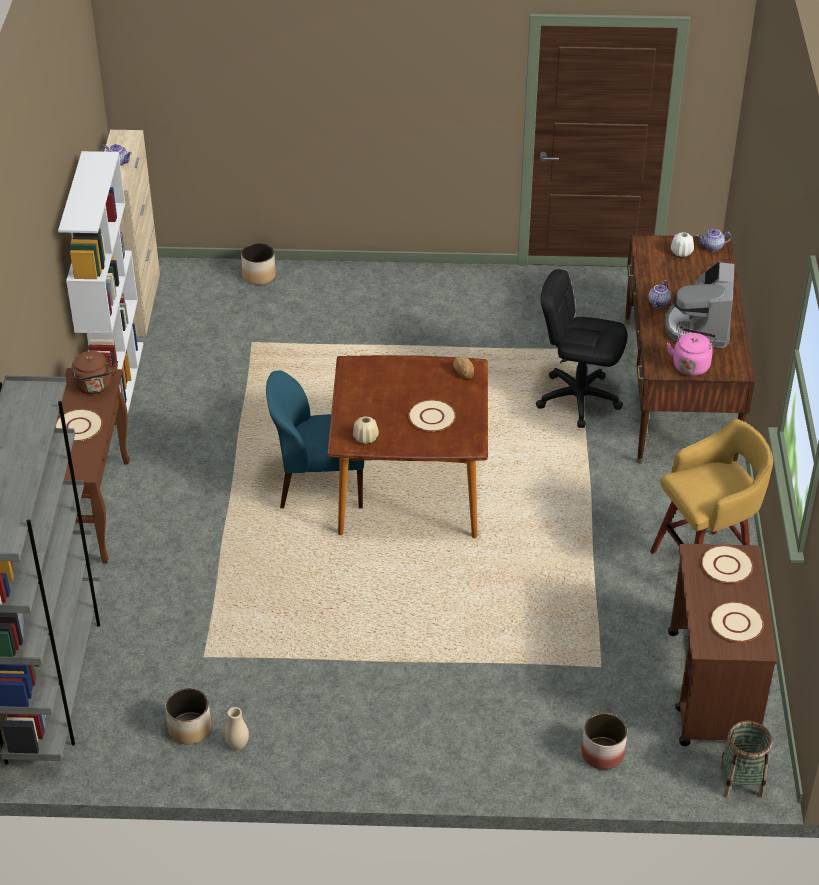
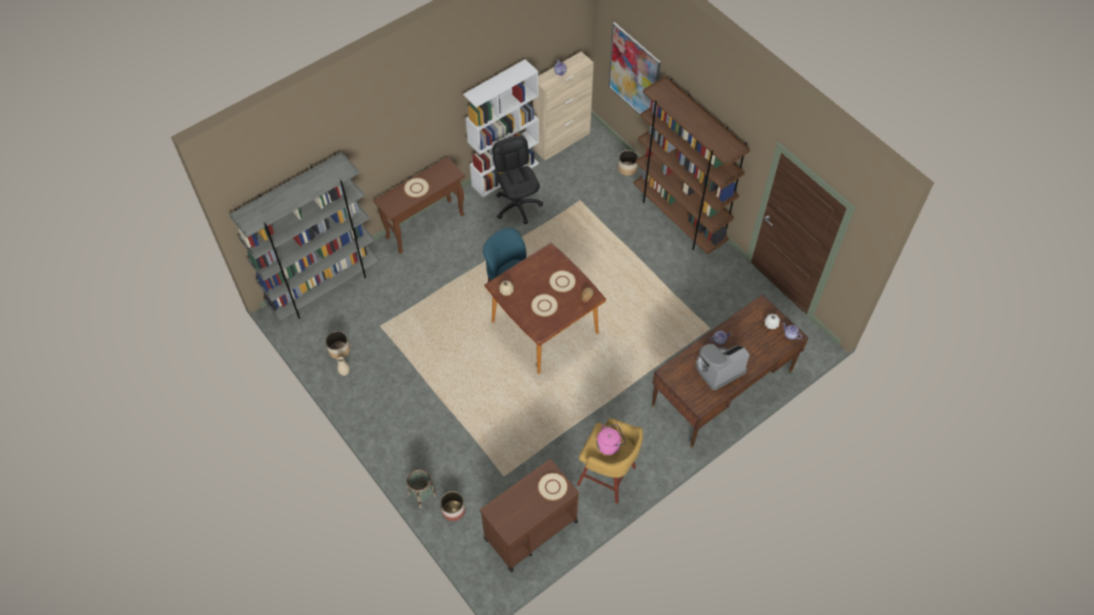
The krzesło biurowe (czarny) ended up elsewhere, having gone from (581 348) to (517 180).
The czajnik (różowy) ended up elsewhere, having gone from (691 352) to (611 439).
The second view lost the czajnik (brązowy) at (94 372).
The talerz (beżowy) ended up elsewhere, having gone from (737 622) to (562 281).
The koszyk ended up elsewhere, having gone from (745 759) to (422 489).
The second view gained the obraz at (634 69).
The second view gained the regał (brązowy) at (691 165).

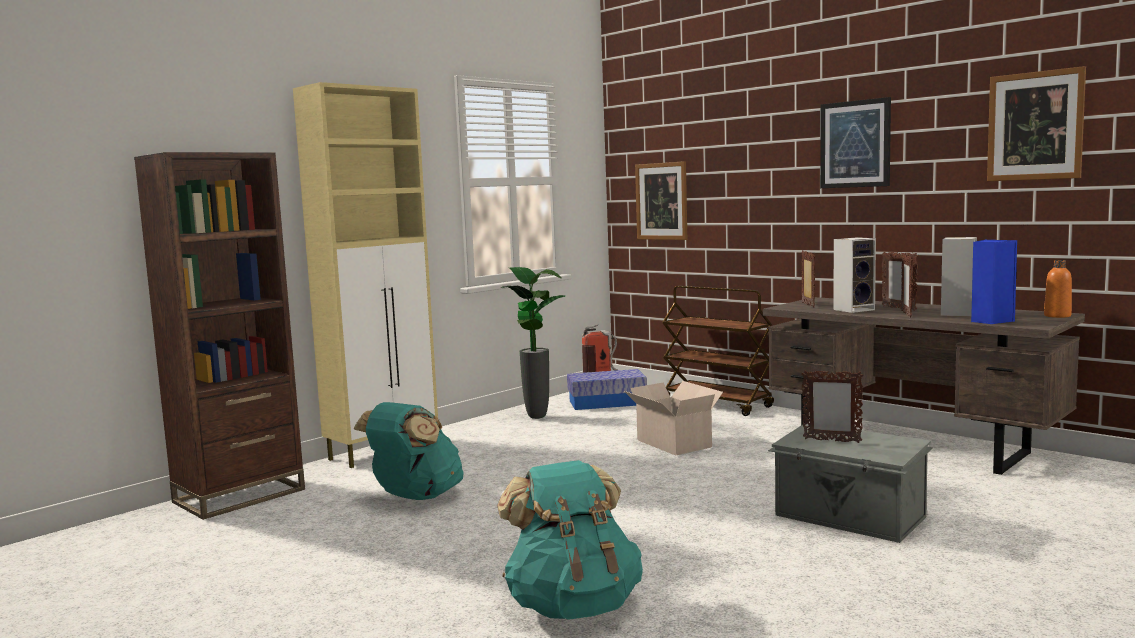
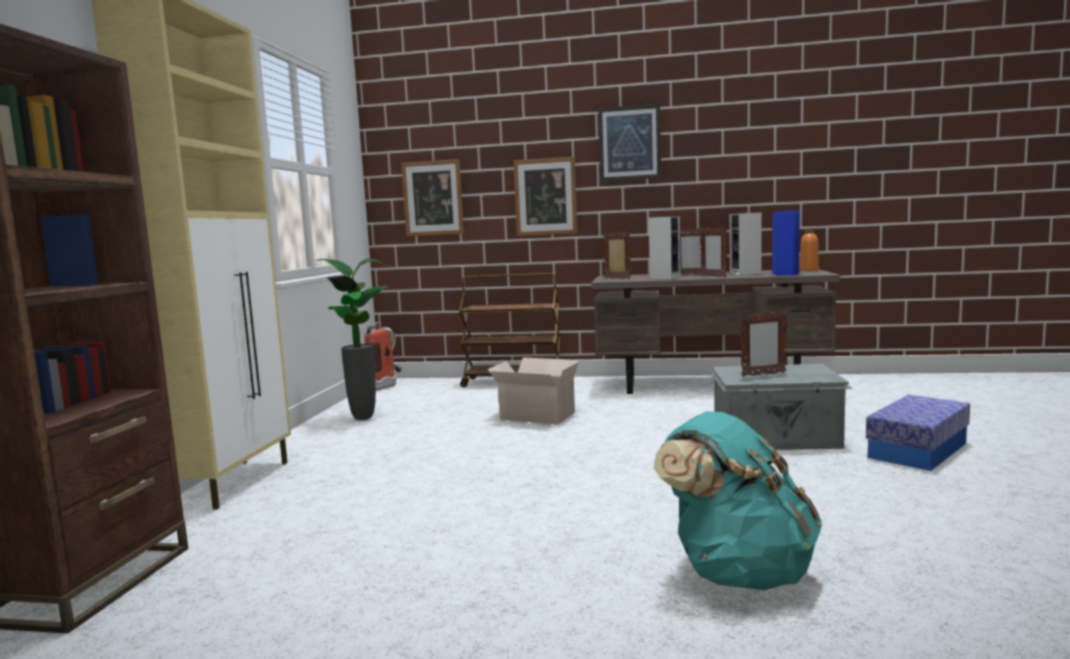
The obraz ended up elsewhere, having gone from (1036 123) to (545 196).
The pojemnik do przechowywania ended up elsewhere, having gone from (607 389) to (918 433).
The second view lost the plecak (turkusowy) at (409 451).

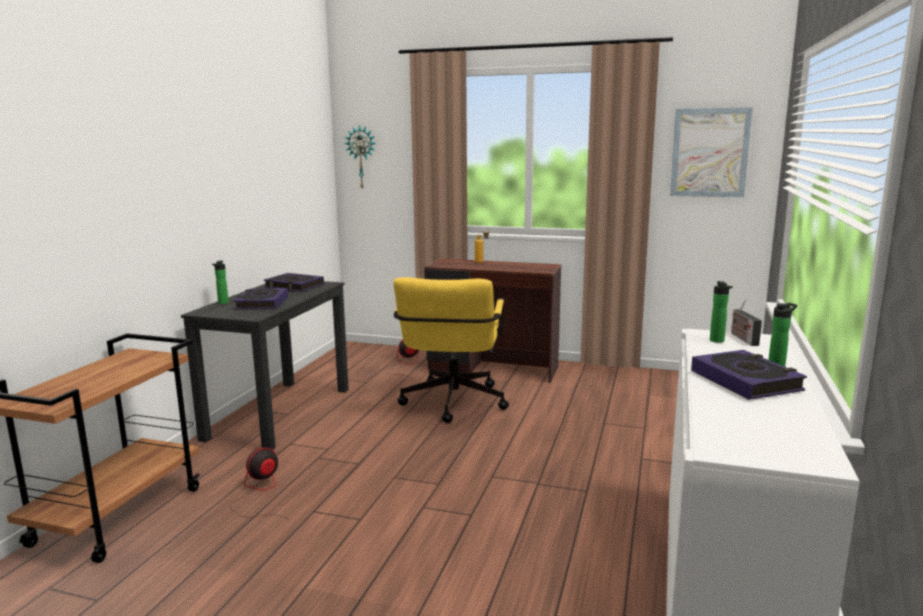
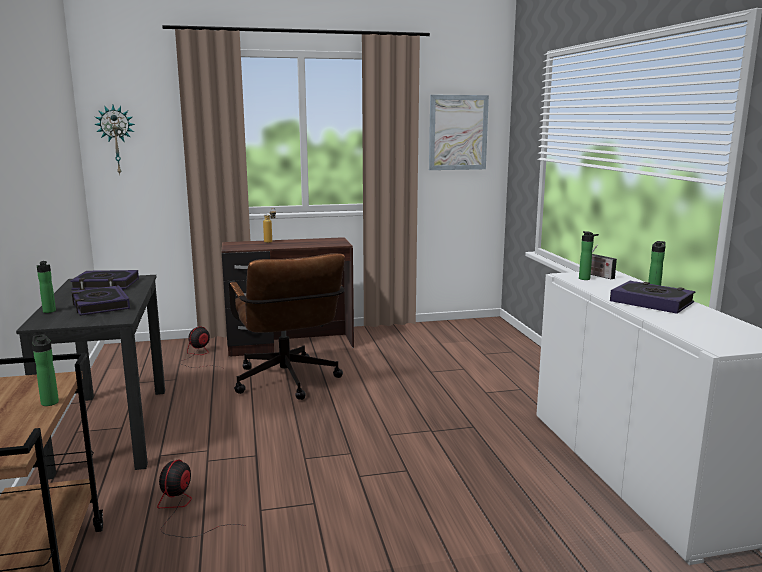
What was the krzesło biurowe (żółty) at (451 350) turned into the krzesło biurowe (brązowy) at (287 326).
The second view gained the butelka at (45 370).

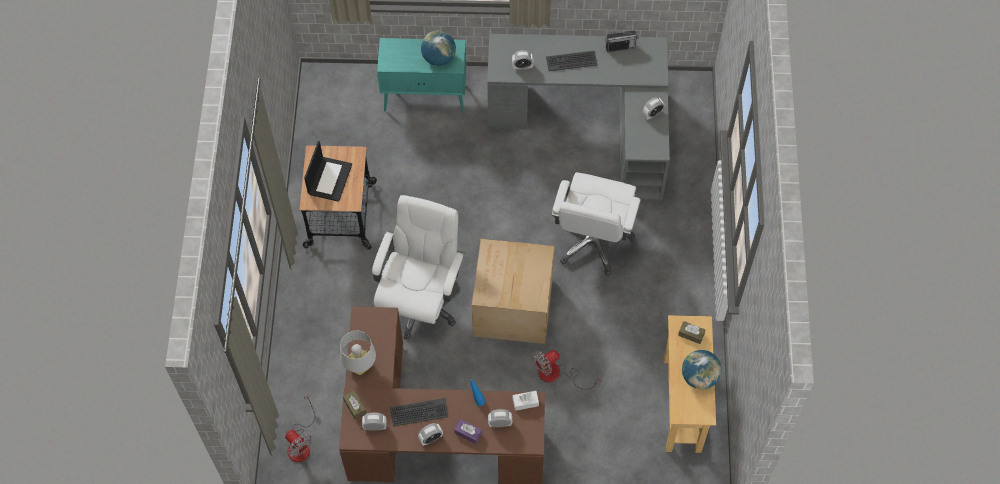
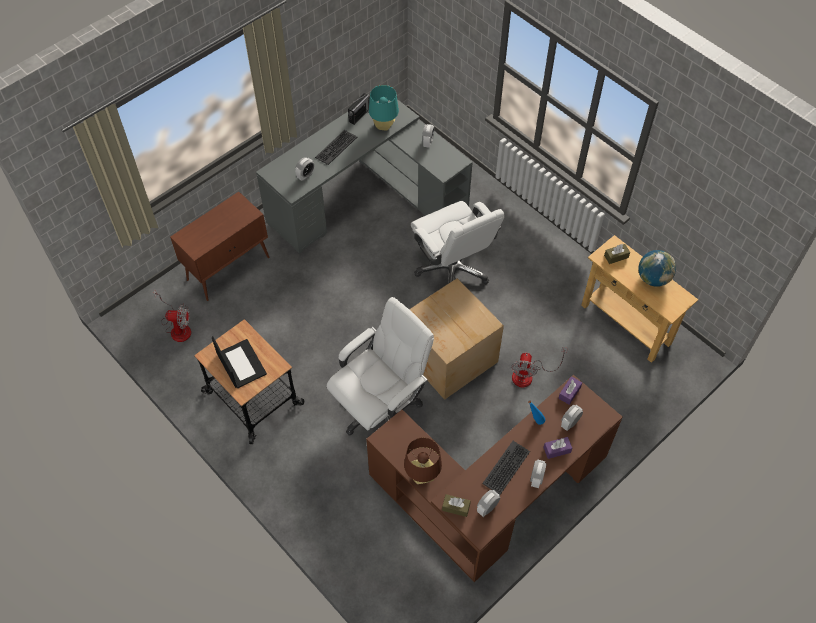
The second view lost the globus at (438 48).
What was the szafka (turkusowy) at (421 75) turned into the szafka (brązowy) at (220 246).
The krzesło biurowe (biały) at (418 267) ended up facing another way, 75 degrees clockwise from before.
What was the lampa stołowa (szary) at (358 352) turned into the lampa stołowa (brązowy) at (423 460).
What was the pudełko chusteczek (biały) at (526 401) turned into the pudełko chusteczek (fioletowy) at (570 390).
The wentylator ended up elsewhere, having gone from (300 427) to (172 315).
The second view gained the lampa stołowa (turkusowy) at (384 108).

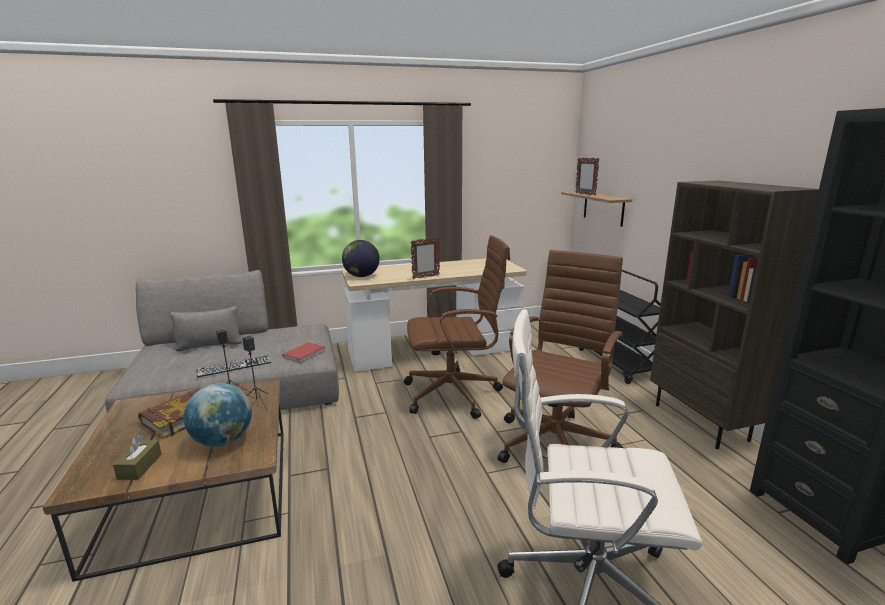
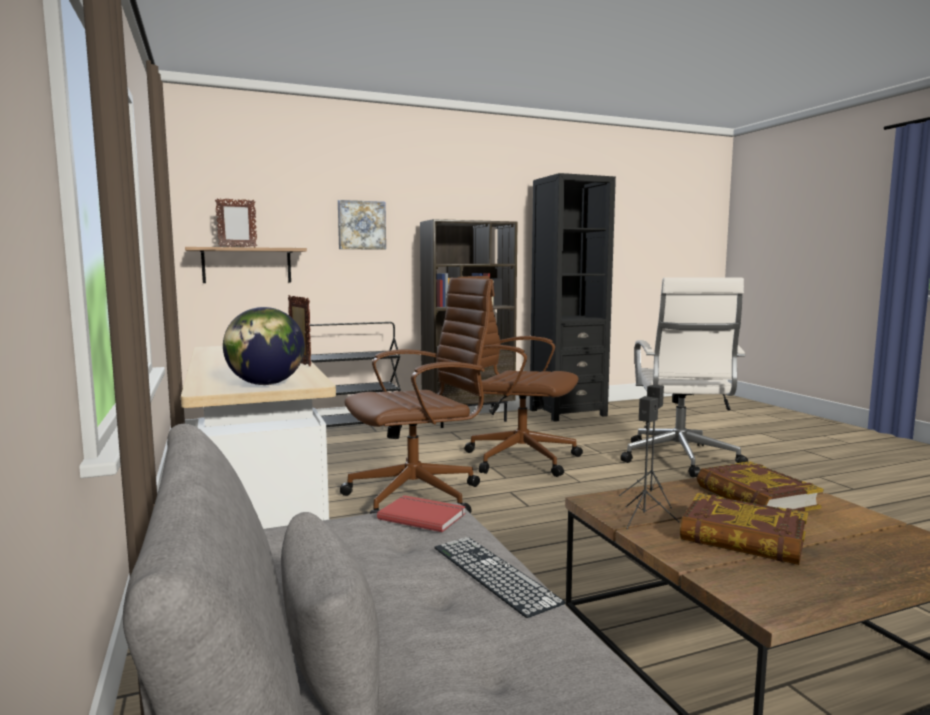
The krzesło biurowe (brązowy) at (457 327) ended up facing another way, 75 degrees clockwise from before.
Where the globus stood at (218 415), the książka came to stand at (760 486).
The second view lost the pudełko chusteczek (brązowy) at (137 457).
The second view gained the obraz at (362 225).

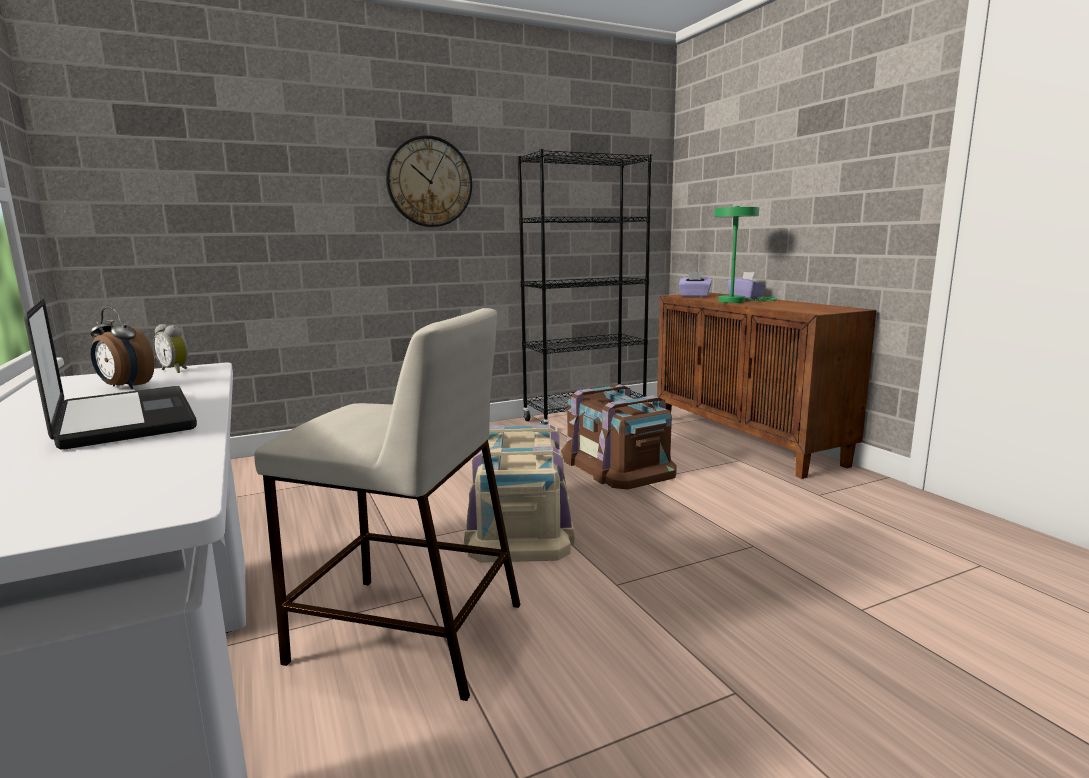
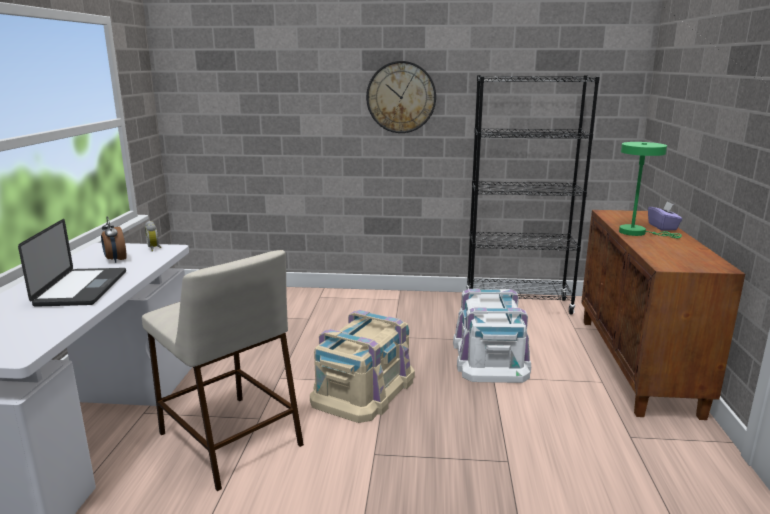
The second view lost the pudełko chusteczek (fioletowy) at (695 284).
What was the pojemnik do przechowywania (brązowy) at (619 436) turned into the pojemnik do przechowywania (biały) at (492 336).

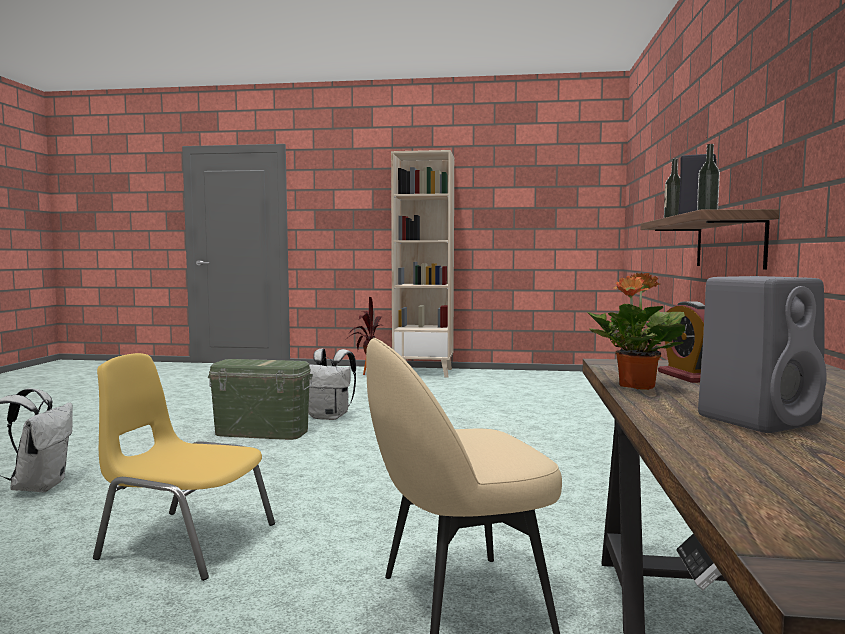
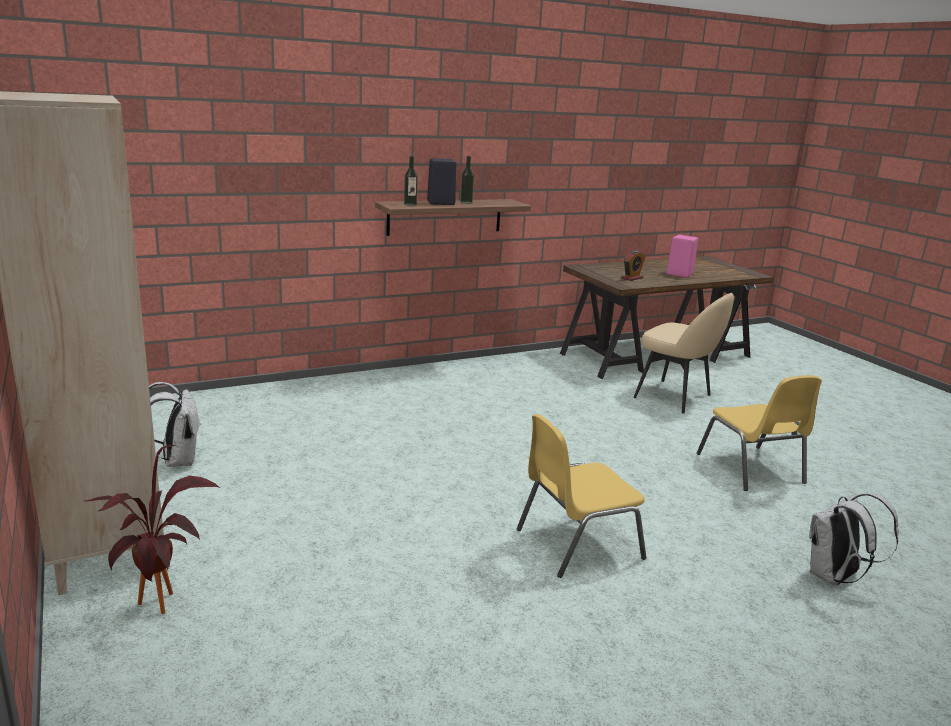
The second view lost the roślina doniczkowa at (636 331).
What was the głośnik (szary) at (762 354) turned into the głośnik (różowy) at (682 256).
The plecak (biały) ended up elsewhere, having gone from (332 384) to (175 424).
Where the pojemnik do przechowywania (zielony) stood at (260 399), the krzesło (żółty) came to stand at (581 496).

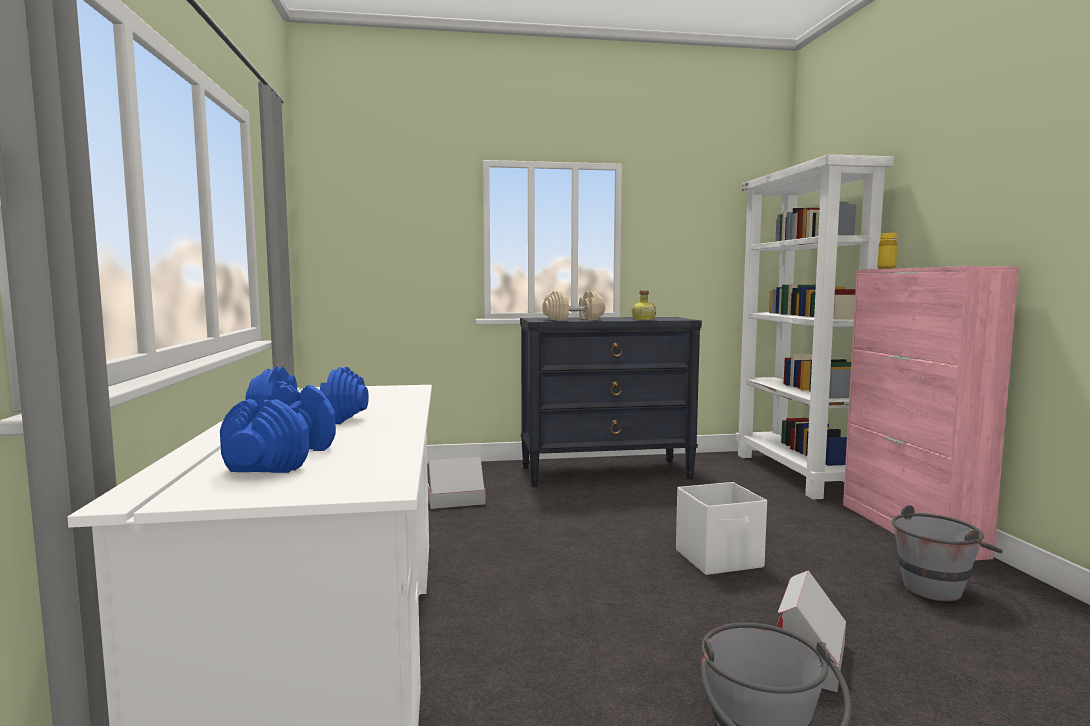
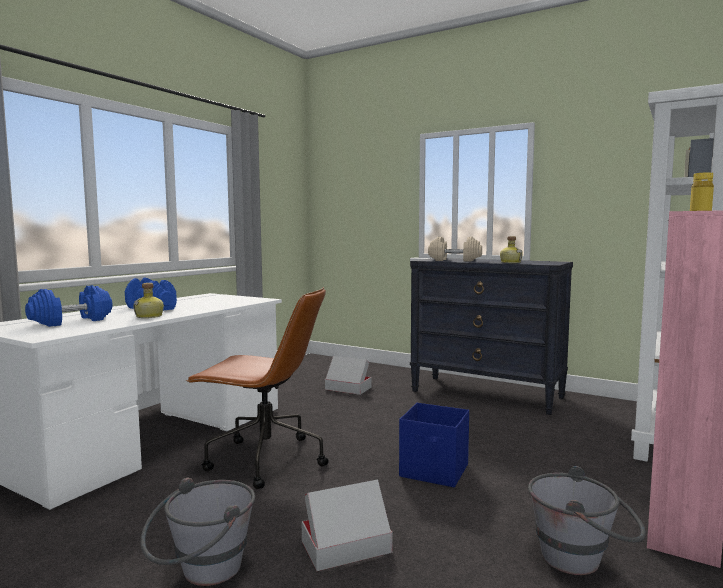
What was the pojemnik do przechowywania (biały) at (721 528) turned into the pojemnik do przechowywania (niebieski) at (434 445).
The second view gained the butelka at (149 300).
The second view gained the krzesło biurowe (brązowy) at (257 388).

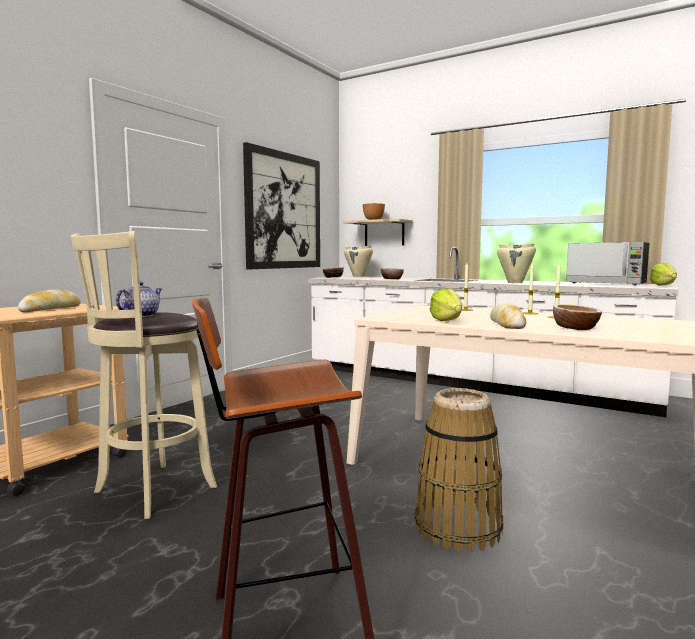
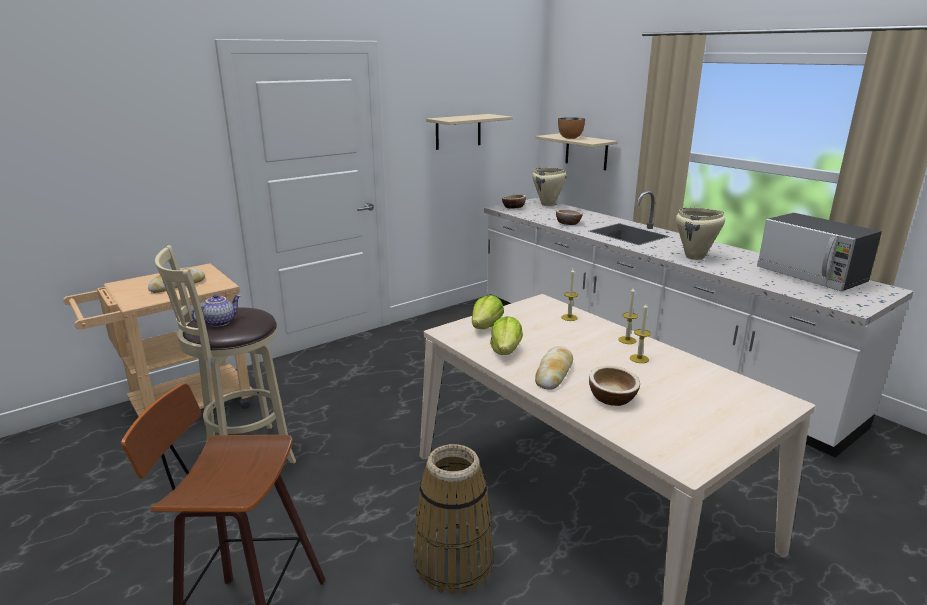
Where the obraz hung at (281 205), the półka (beżowy) came to hang at (469 132).
The sałata ended up elsewhere, having gone from (663 274) to (488 312).

